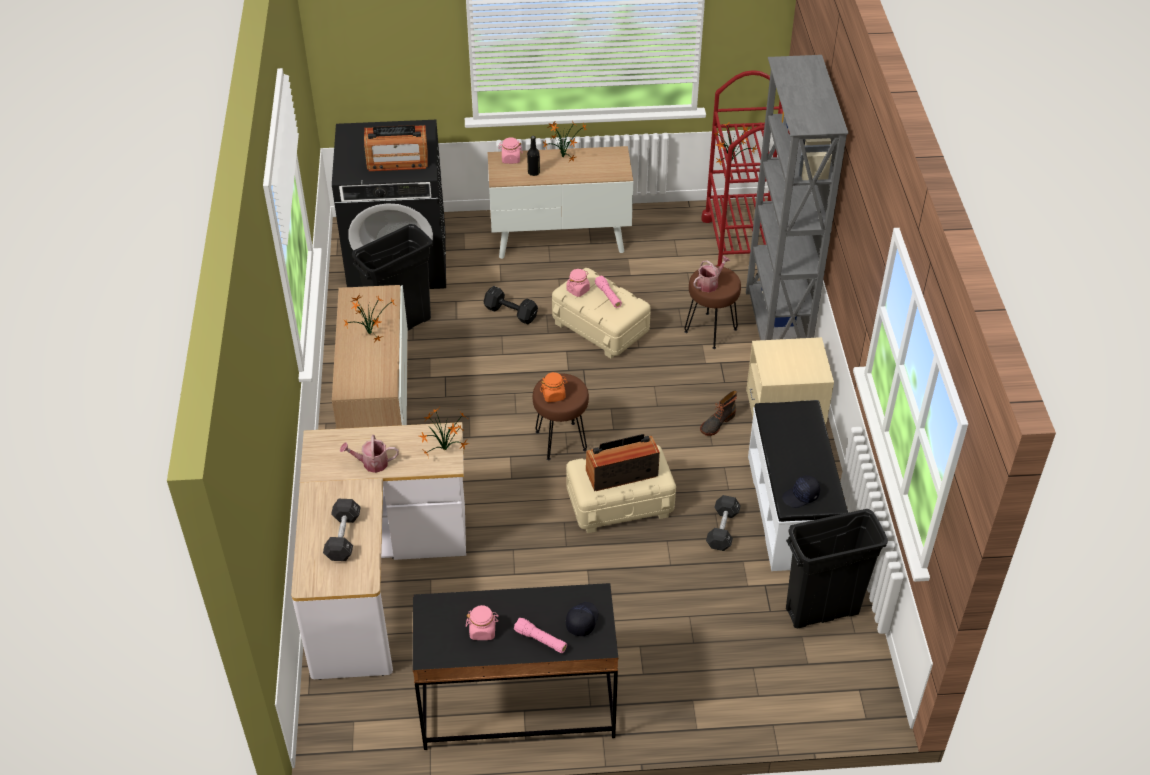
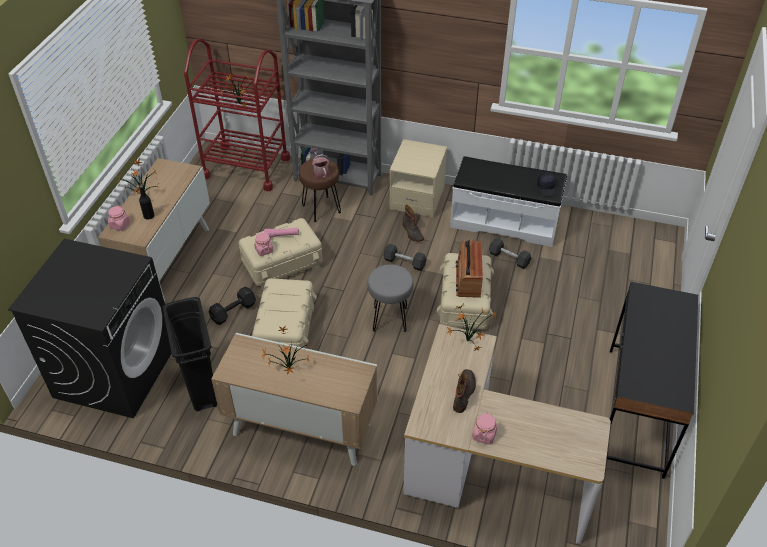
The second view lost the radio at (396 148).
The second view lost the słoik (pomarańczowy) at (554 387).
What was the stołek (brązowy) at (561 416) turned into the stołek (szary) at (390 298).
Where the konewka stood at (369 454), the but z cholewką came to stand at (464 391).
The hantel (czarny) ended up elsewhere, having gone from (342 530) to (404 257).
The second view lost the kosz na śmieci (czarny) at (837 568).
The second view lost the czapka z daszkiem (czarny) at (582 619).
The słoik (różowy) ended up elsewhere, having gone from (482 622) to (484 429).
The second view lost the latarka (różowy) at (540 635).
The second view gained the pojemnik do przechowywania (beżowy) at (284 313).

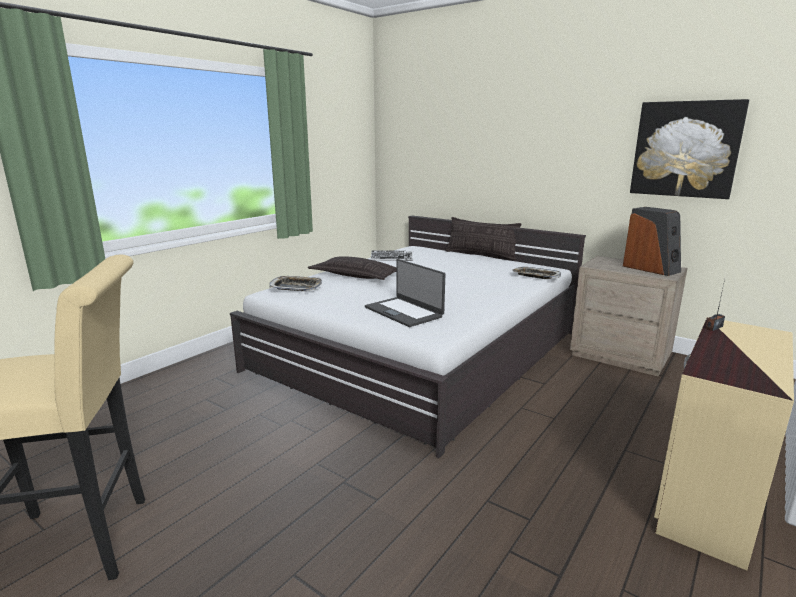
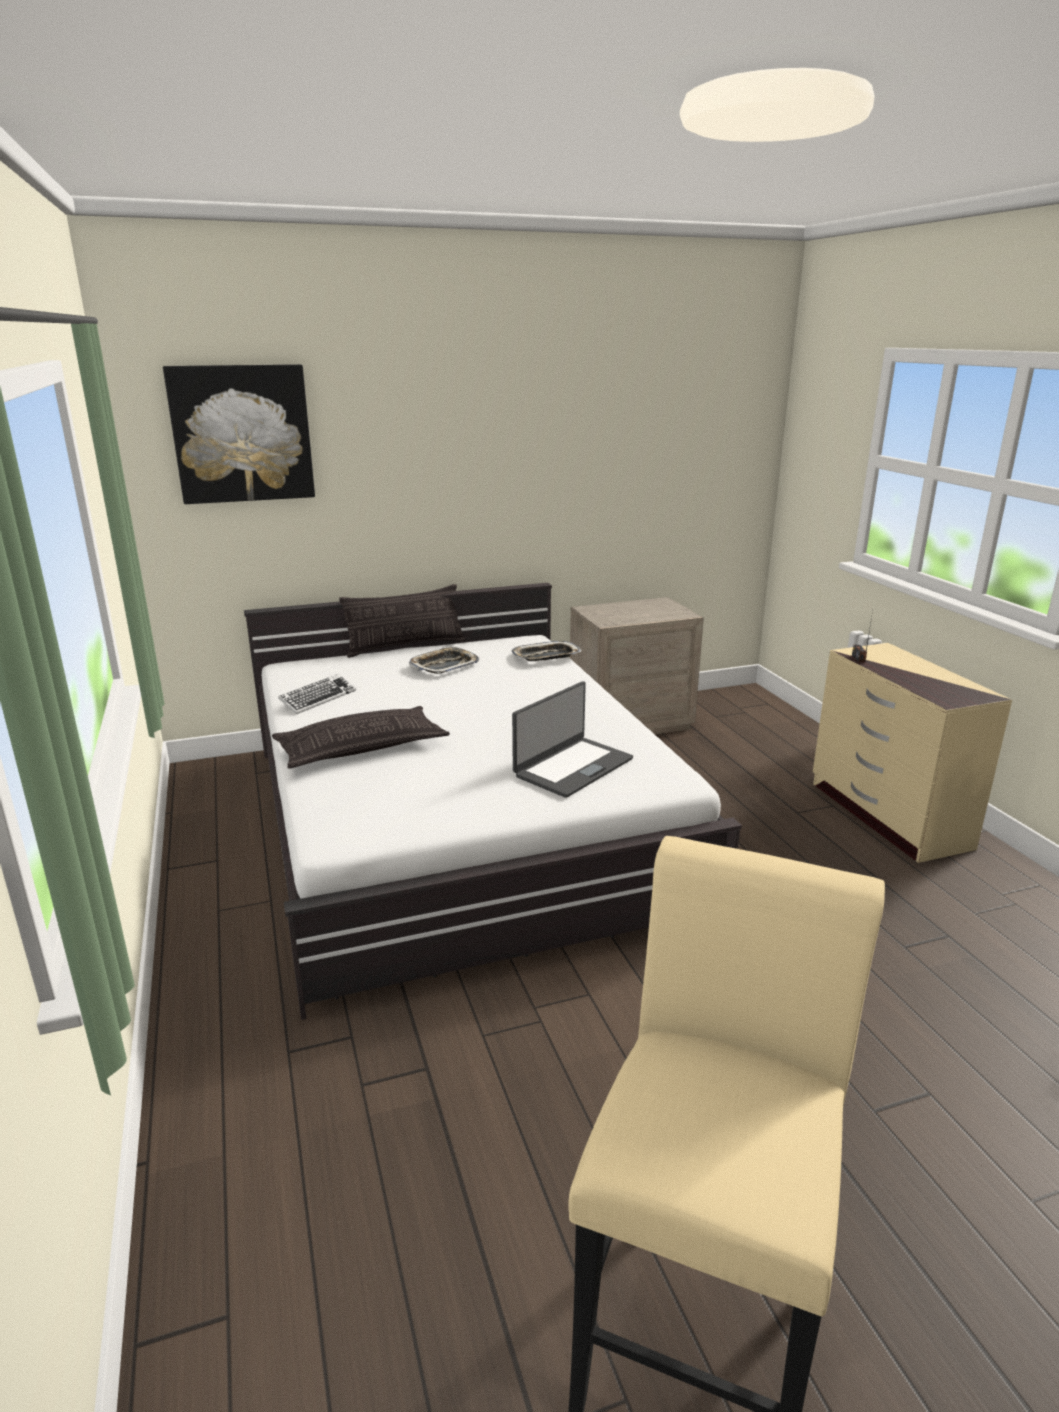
The obraz ended up elsewhere, having gone from (689 149) to (239 434).
The second view lost the głośnik at (652 241).
The laptop at (405 293) ended up facing another way, 45 degrees counterclockwise from before.
The taca ended up elsewhere, having gone from (295 283) to (444 660).

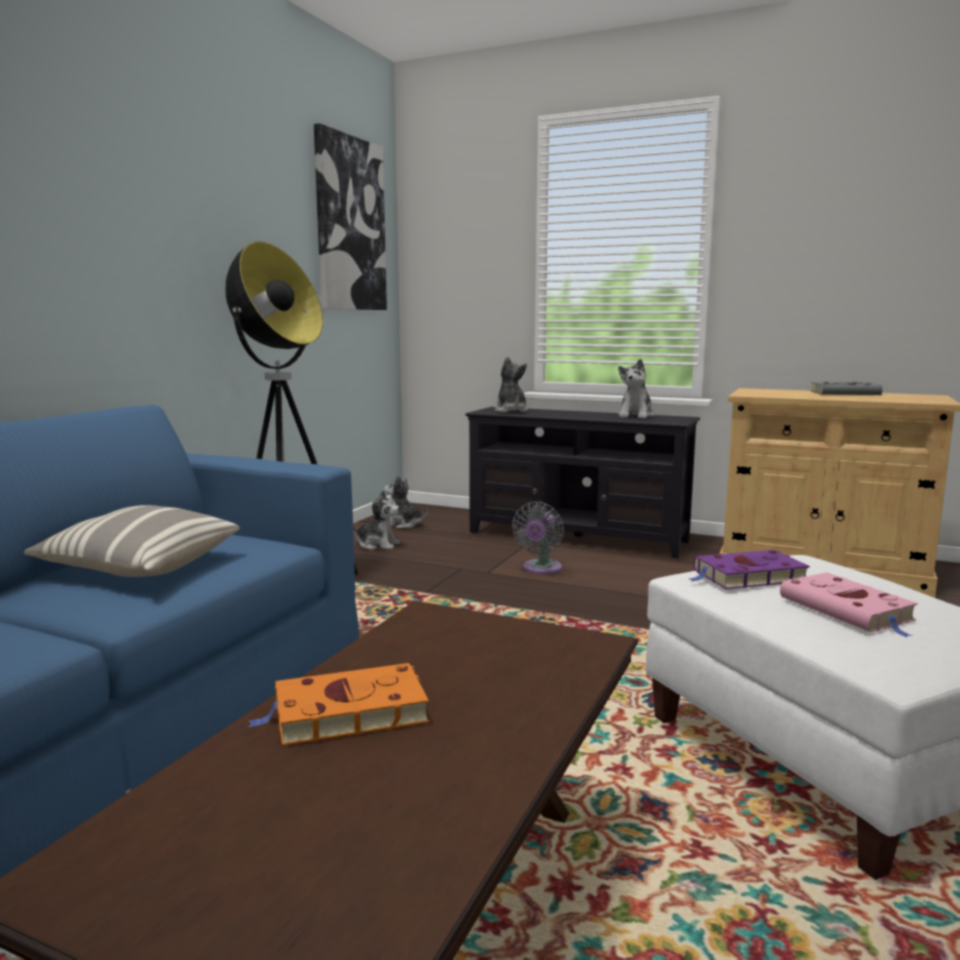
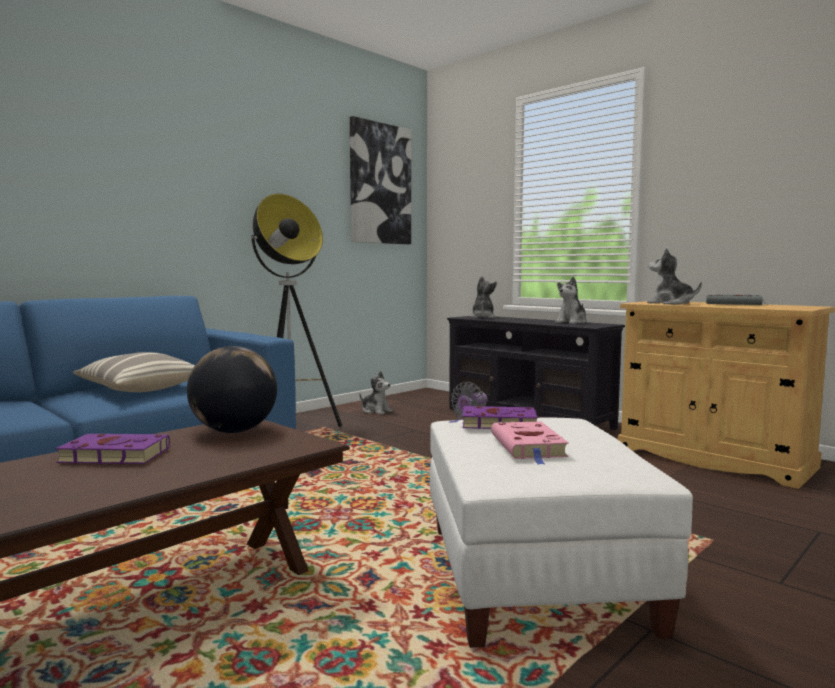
The pluszak ended up elsewhere, having gone from (406 501) to (674 276).
What was the książka (pomarańczowy) at (339 704) turned into the książka (fioletowy) at (112 449).
The second view gained the globus at (232 389).

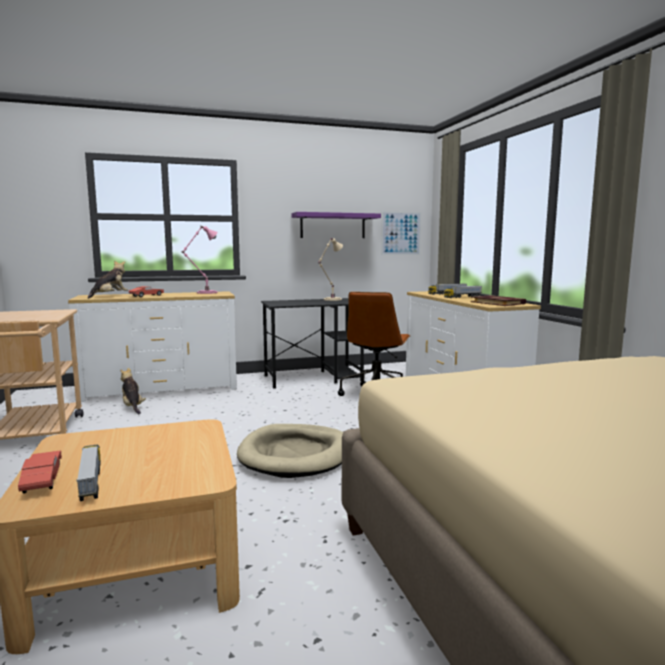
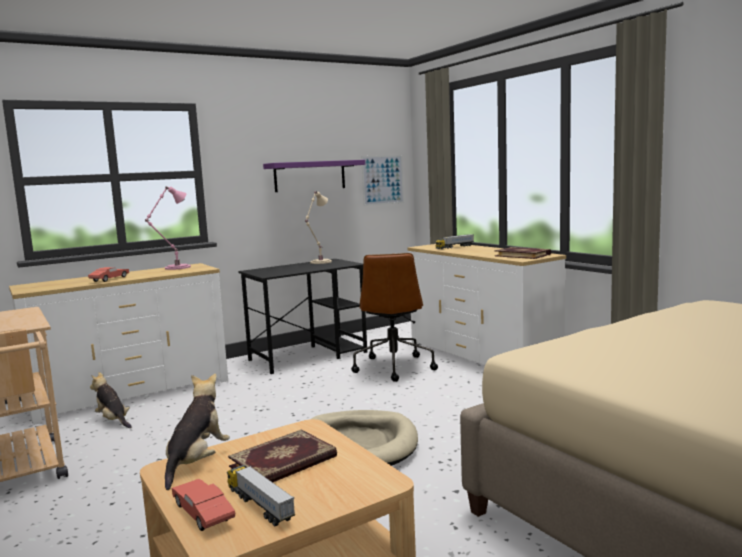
The pluszak ended up elsewhere, having gone from (108 279) to (197 432).
The second view lost the ciężarówka zabawkowa at (463 292).
The second view gained the książka at (282 455).

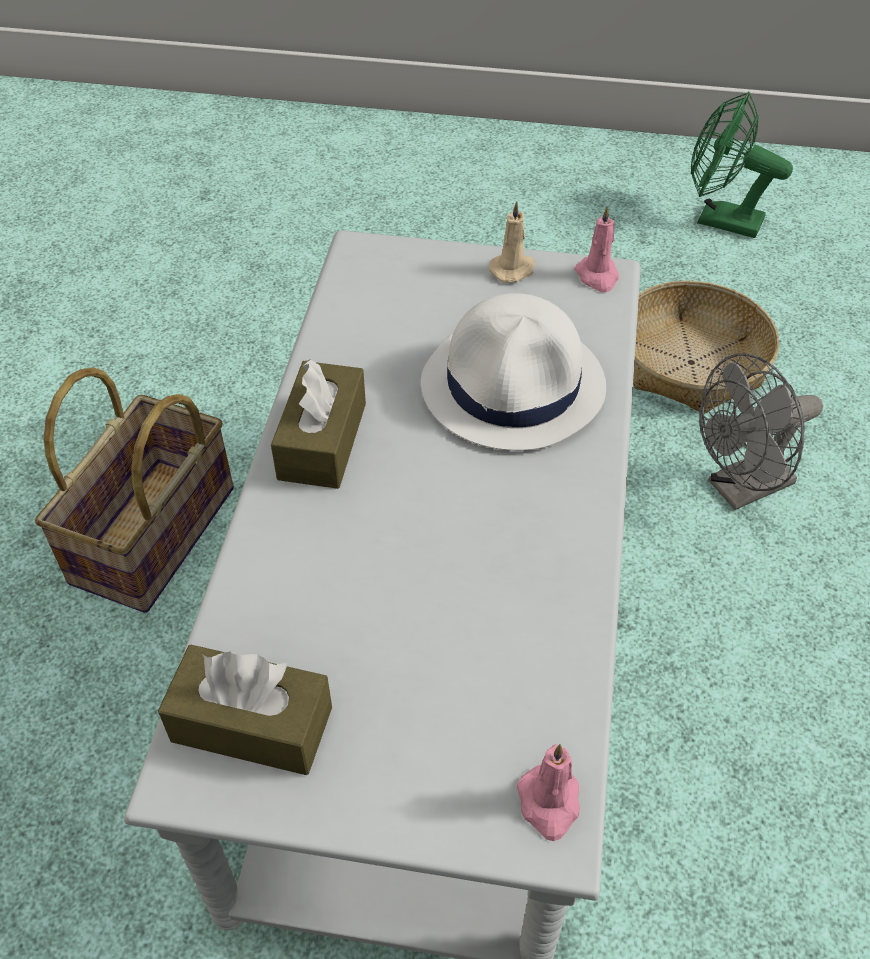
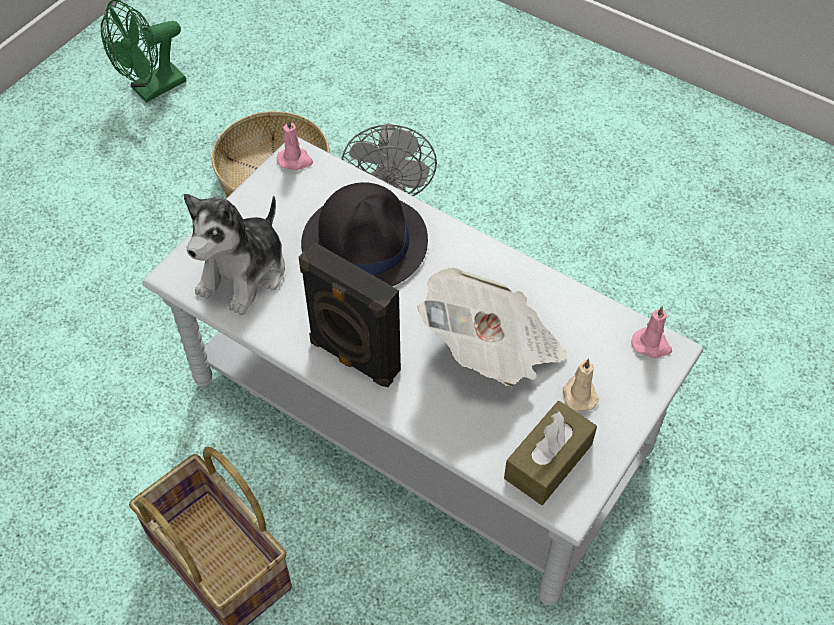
The świeca (beżowy) ended up elsewhere, having gone from (512 242) to (581 385).
What was the kapelusz (biały) at (513 372) turned into the kapelusz (czarny) at (364 234).
Where the pudełko chusteczek (brązowy) stood at (318 424), the głośnik (czarny) came to stand at (349 314).
The second view gained the pluszak at (234 254).
The second view gained the gazeta at (491 327).

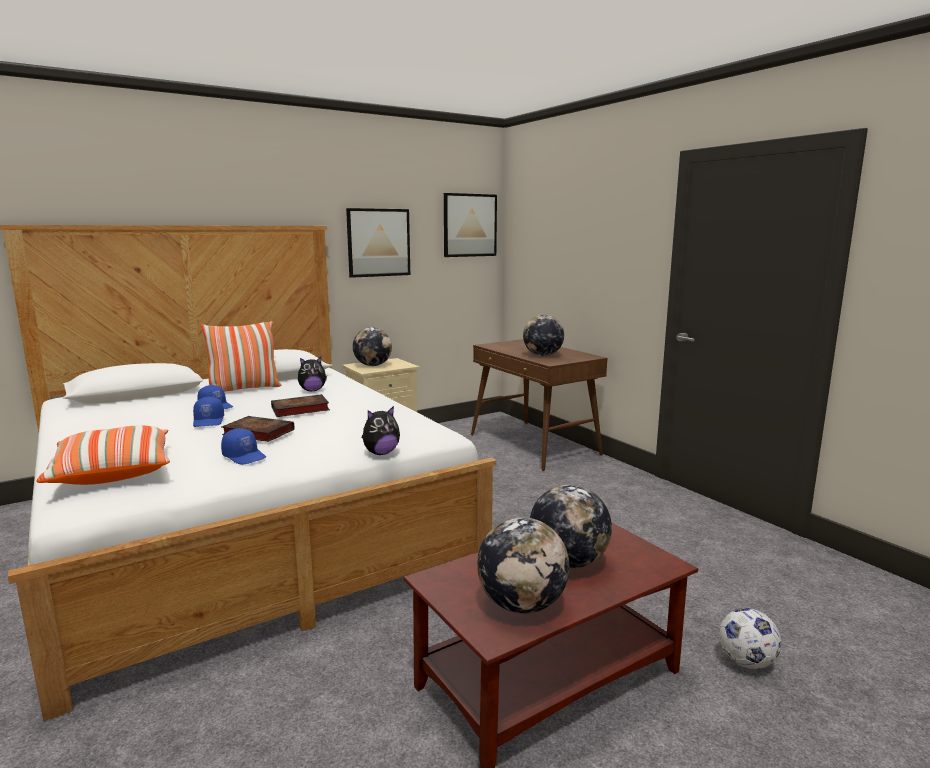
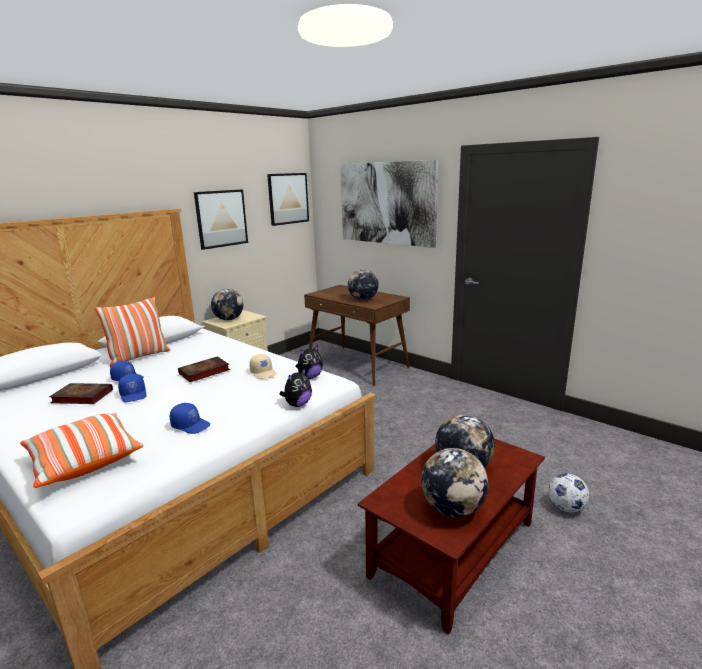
The pluszak ended up elsewhere, having gone from (312 374) to (309 362).
The książka ended up elsewhere, having gone from (258 429) to (81 393).
The second view gained the obraz at (389 204).
The second view gained the czapka z daszkiem (beżowy) at (262 366).

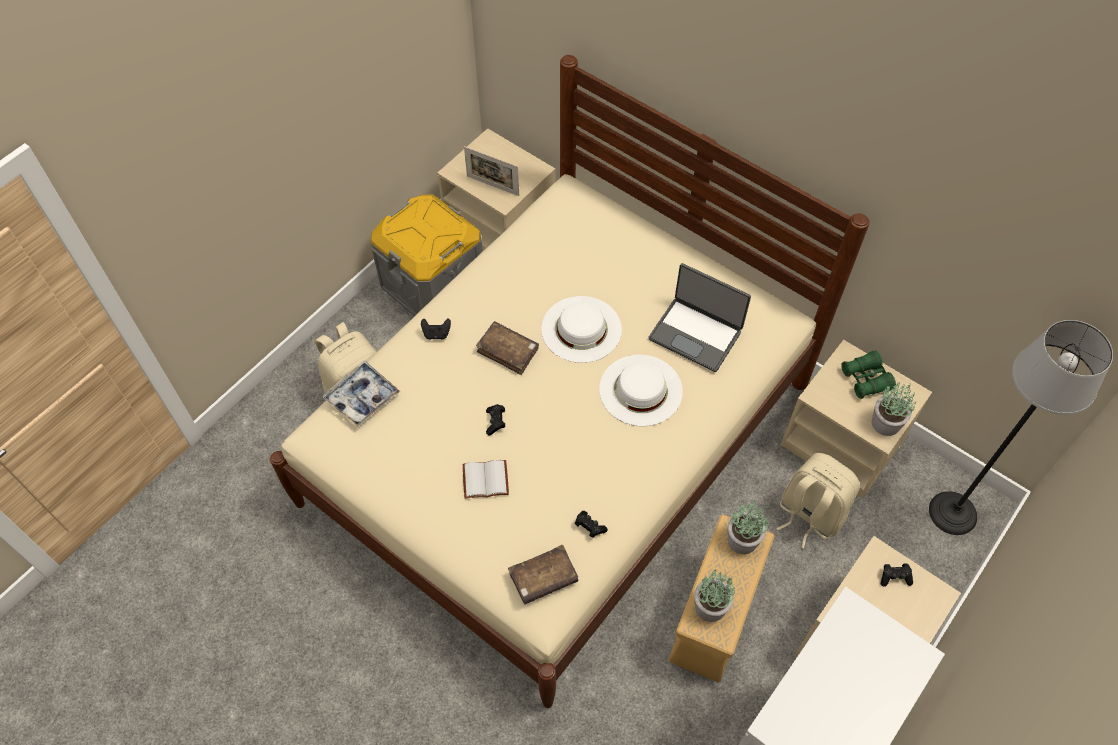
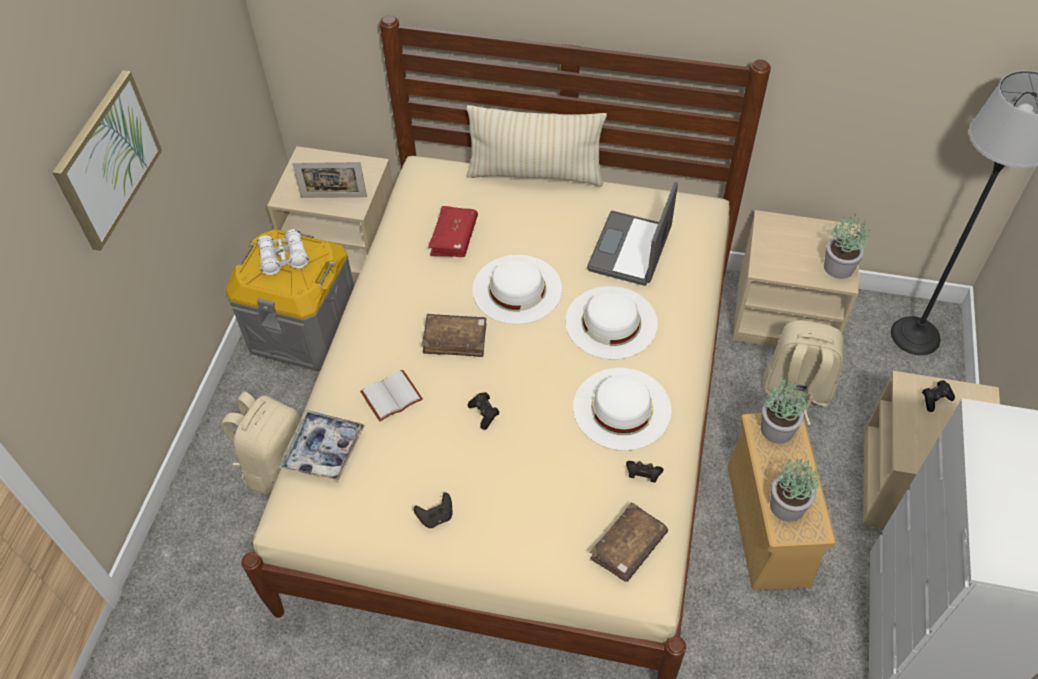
The laptop at (699 317) ended up facing another way, 105 degrees clockwise from before.
The pad do gier (czarny) ended up elsewhere, having gone from (436 329) to (433 510).
The second view lost the lornetka (zielony) at (868 375).
The książka (biały) ended up elsewhere, having gone from (486 479) to (391 396).
The second view gained the obraz at (107 160).
The second view gained the poduszka (beżowy) at (536 145).
The second view gained the książka (czerwony) at (453 231).
The second view gained the lornetka (biały) at (283 252).
The second view gained the kapelusz (biały) at (622 409).

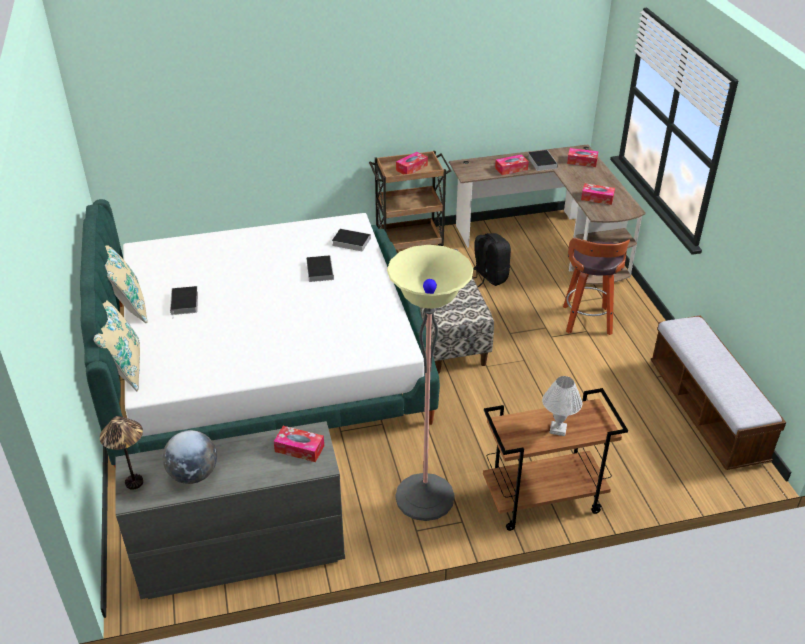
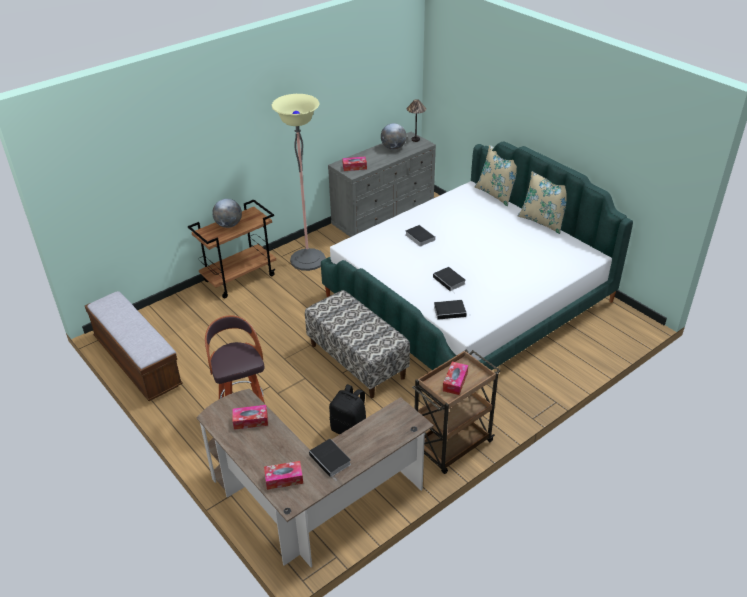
The second view lost the pudełko chusteczek at (512 164).
The książka ended up elsewhere, having gone from (184 302) to (420 236).
Where the lampa stołowa (biały) stood at (562 406), the globus came to stand at (227 213).

